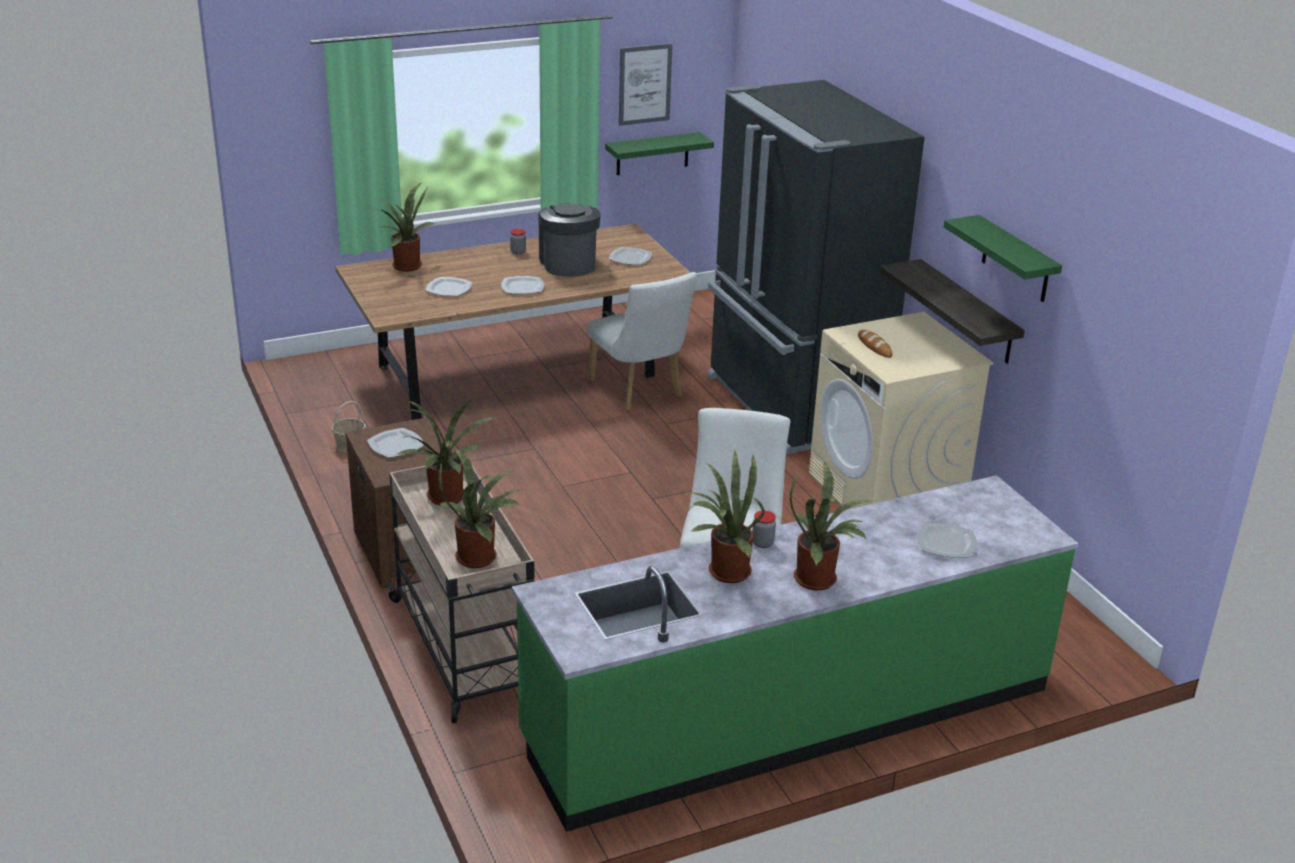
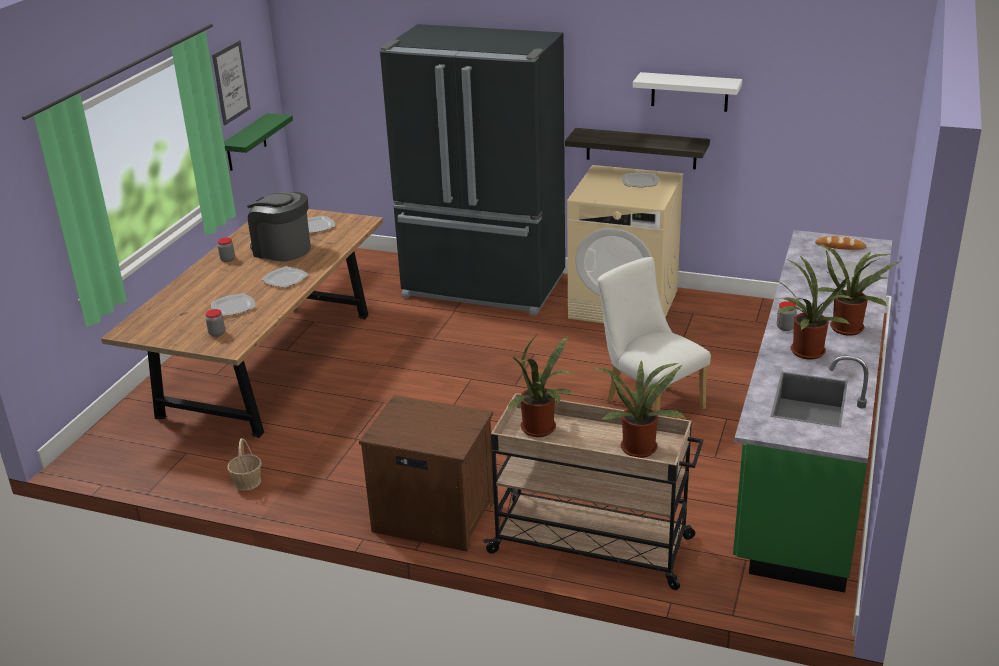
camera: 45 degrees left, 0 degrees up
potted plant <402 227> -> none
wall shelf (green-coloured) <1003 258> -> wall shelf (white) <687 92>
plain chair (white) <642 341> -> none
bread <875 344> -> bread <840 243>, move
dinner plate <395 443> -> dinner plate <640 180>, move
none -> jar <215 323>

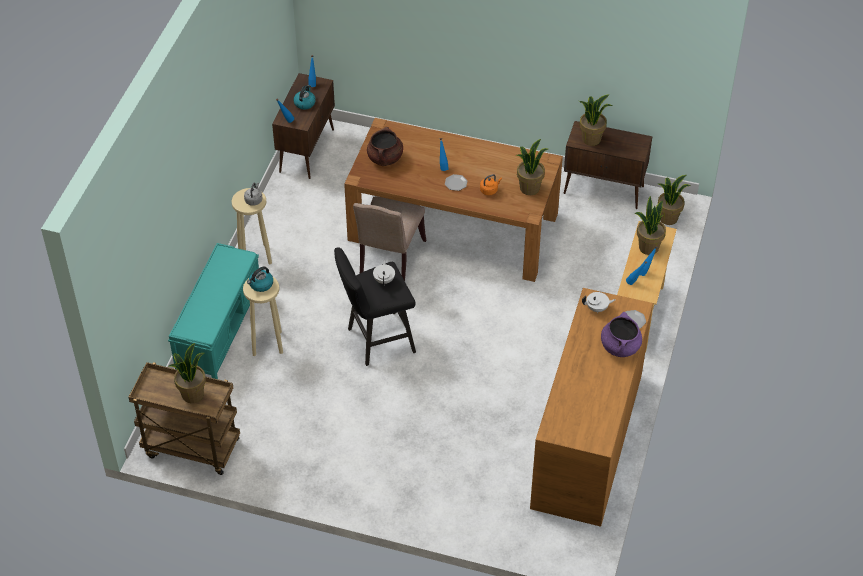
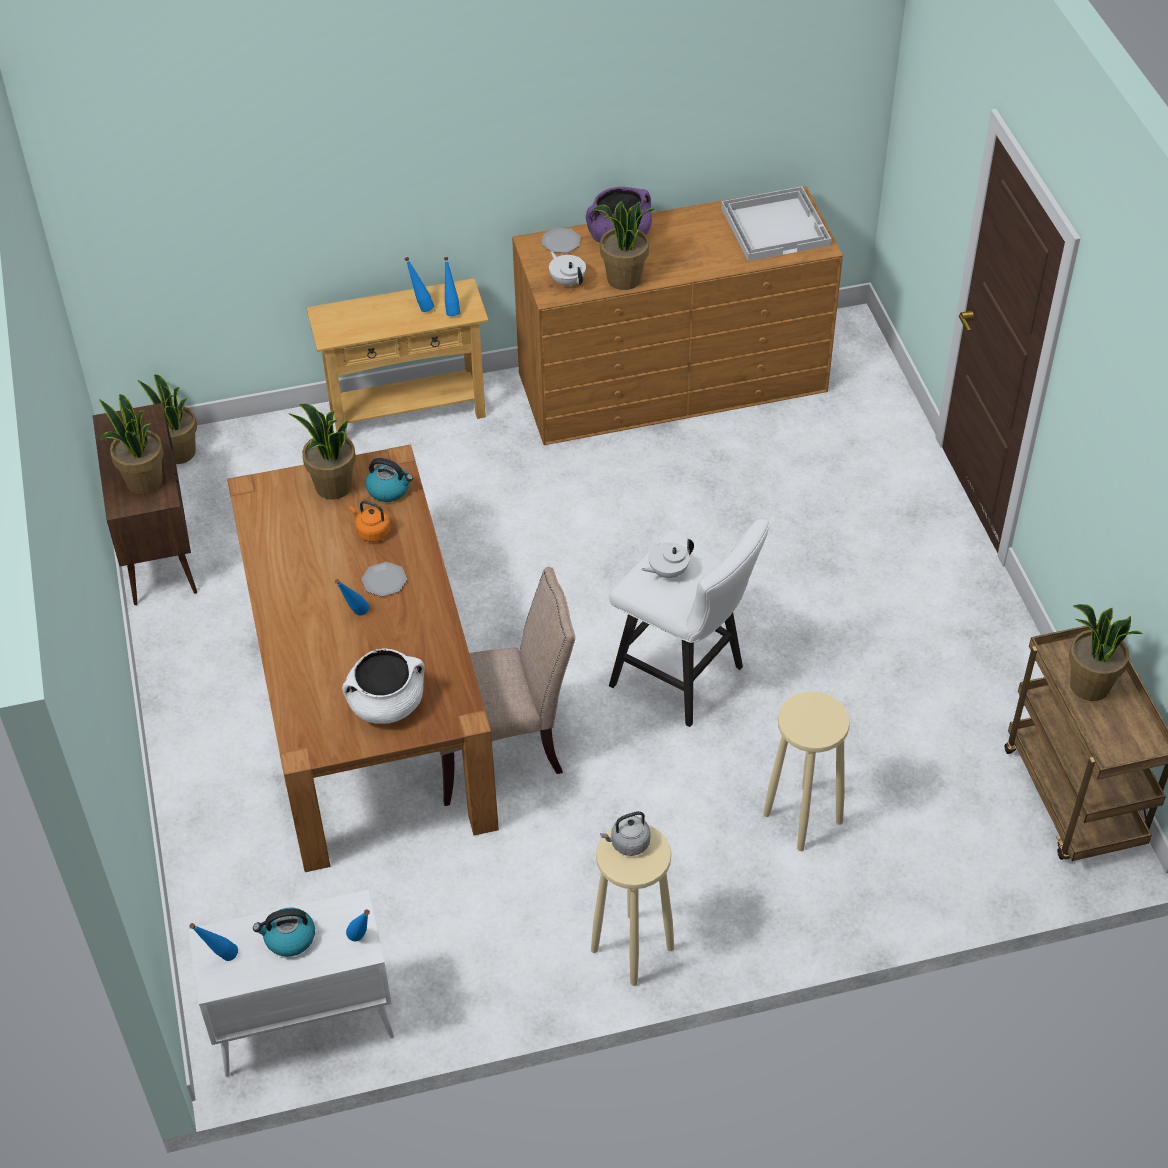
camera: 120 degrees left, 0 degrees up
cupboard (brownish) <303 126> -> cupboard (white) <291 983>
cooking pot (brownish) <385 146> -> cooking pot (white) <383 686>
potted plant <650 225> -> potted plant <623 245>, move
bench (turquoise-coloured) <213 311> -> none
sitting stool (black-coloured) <375 307> -> sitting stool (white) <689 623>
tea kettle <260 279> -> tea kettle <389 480>, move
none -> carrying tray (white) <776 223>

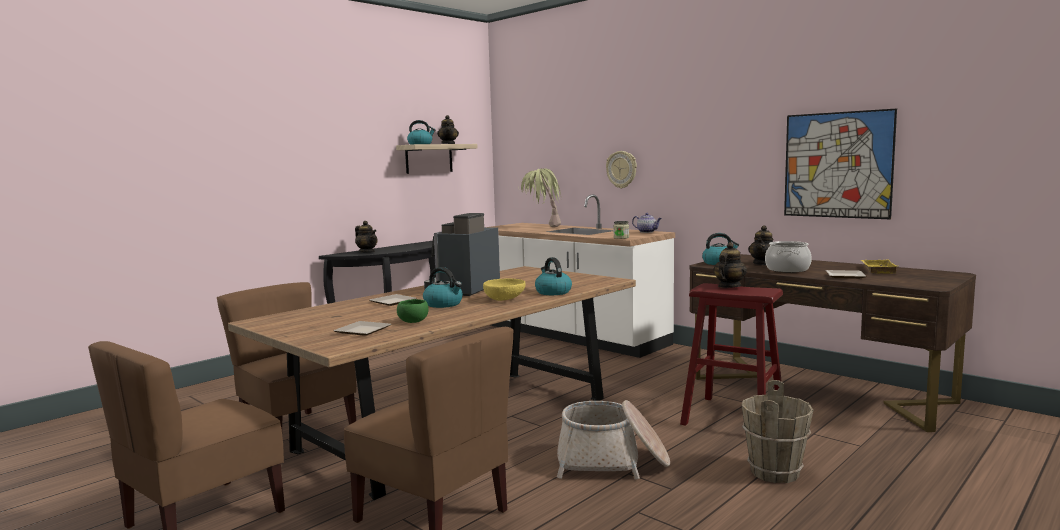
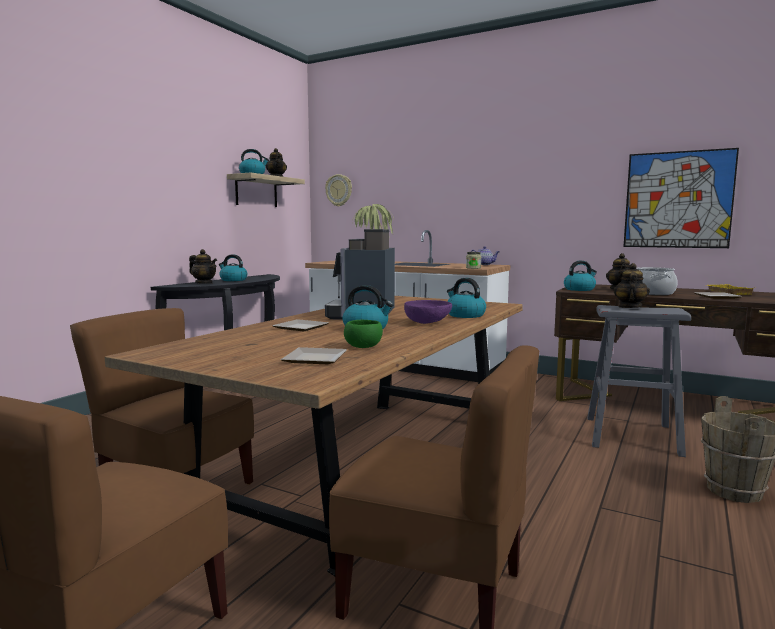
camera: 15 degrees left, 0 degrees up
hanging clock <621 169> -> hanging clock <338 190>, move
deep dish (yellow) <504 290> -> deep dish (purple) <428 312>
sitting stool (red-coloured) <731 354> -> sitting stool (gray) <639 381>
basket <613 440> -> none
none -> tea kettle <233 267>

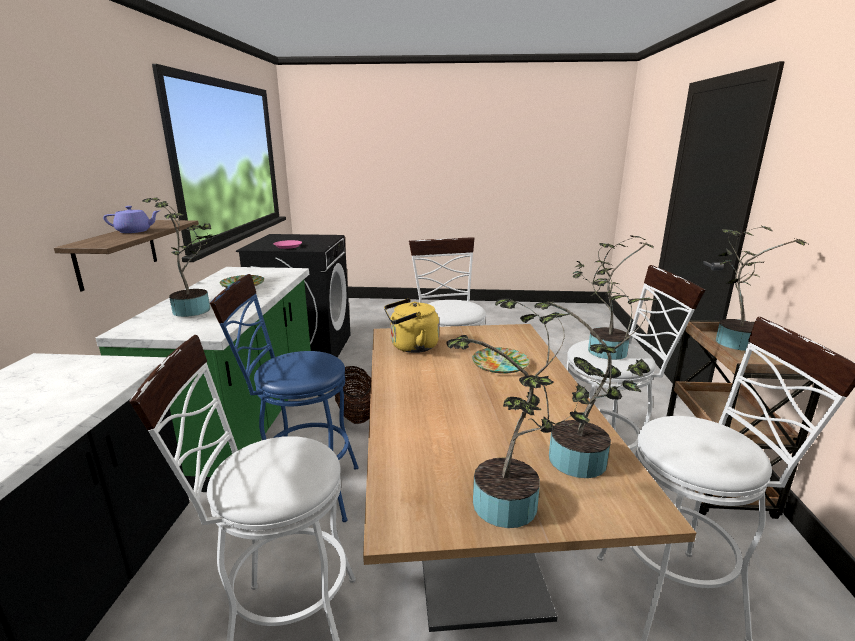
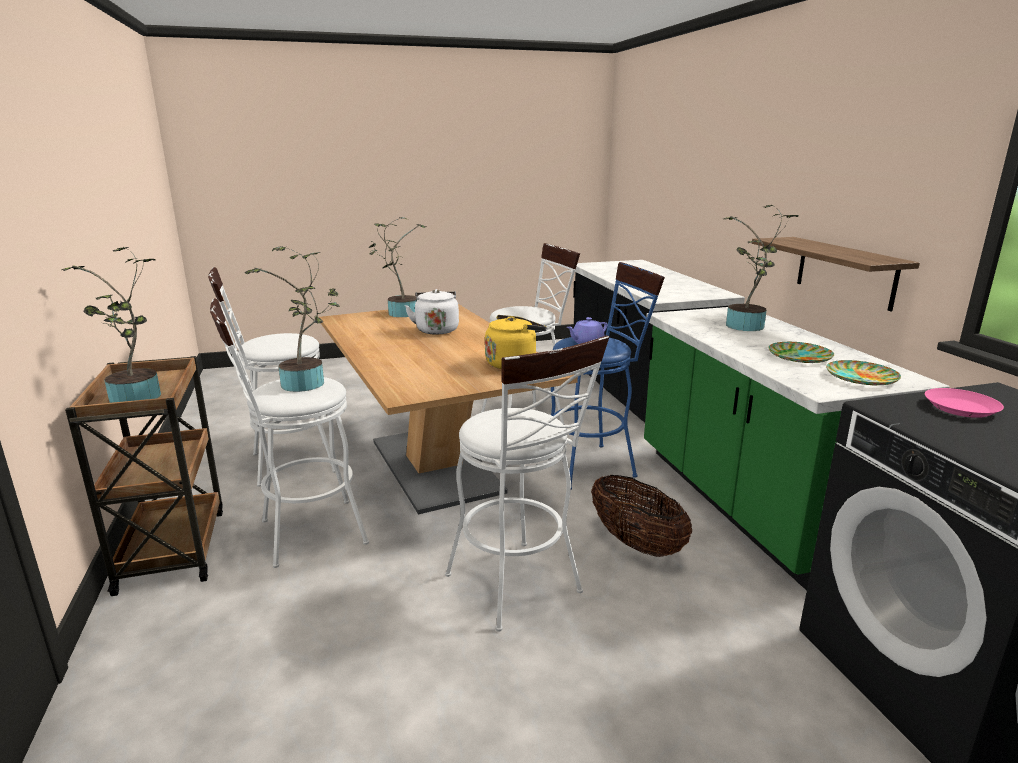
camera: 160 degrees right, 0 degrees up
pot for tea (purple) <131 219> -> pot for tea (purple) <587 330>, move
potted plant <596 378> -> none
dinner plate <500 360> -> dinner plate <863 373>, move
none -> tea kettle (white) <432 312>

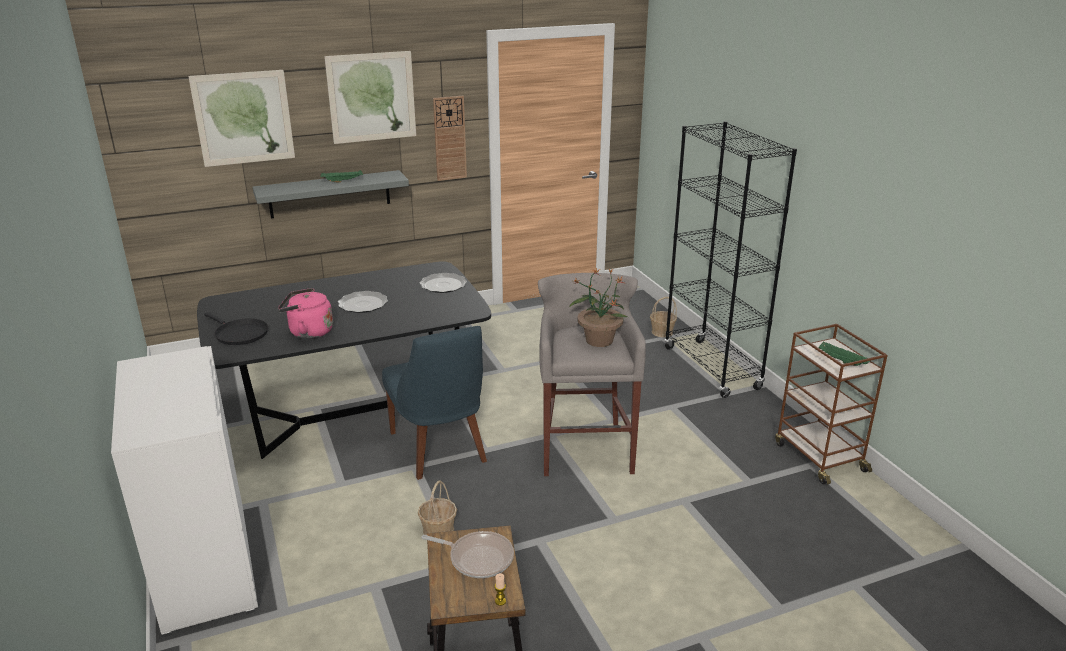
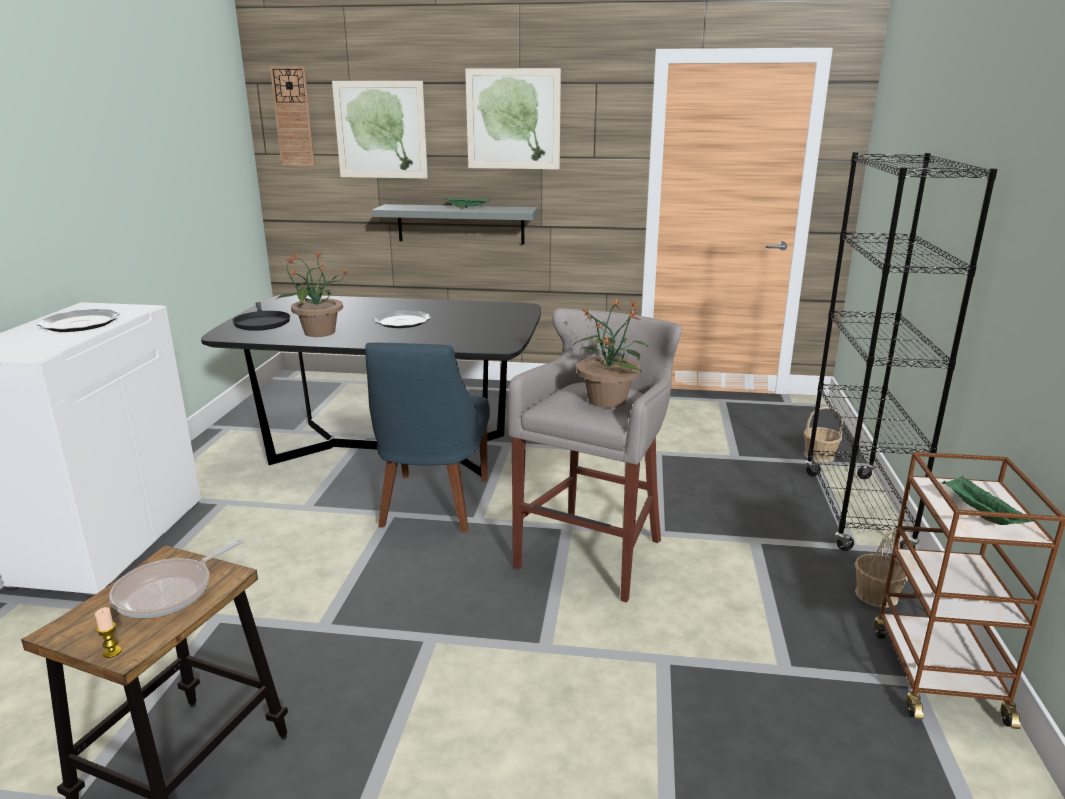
camera: 30 degrees right, 5 degrees down
hanging clock <450 138> -> hanging clock <292 116>, move
dinner plate <443 283> -> dinner plate <78 320>, move
tea kettle (pink-coloured) <305 313> -> potted plant <312 295>
basket <437 507> -> basket <881 569>, move
frying pan <467 554> -> frying pan <176 578>, 75 degrees clockwise

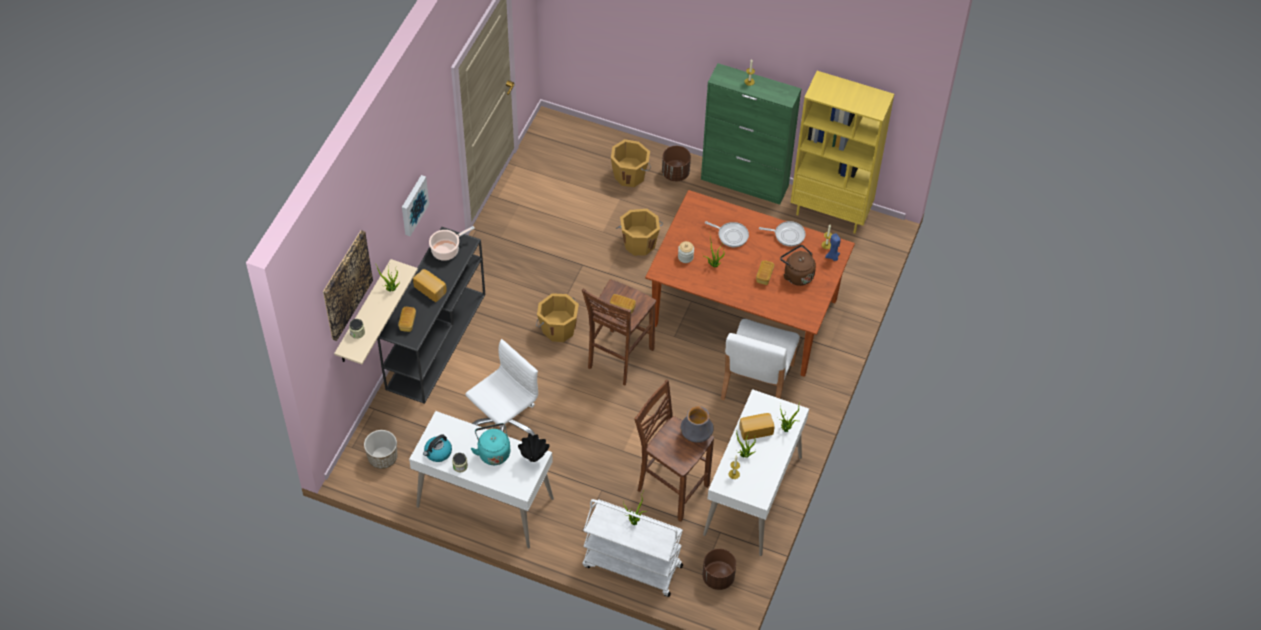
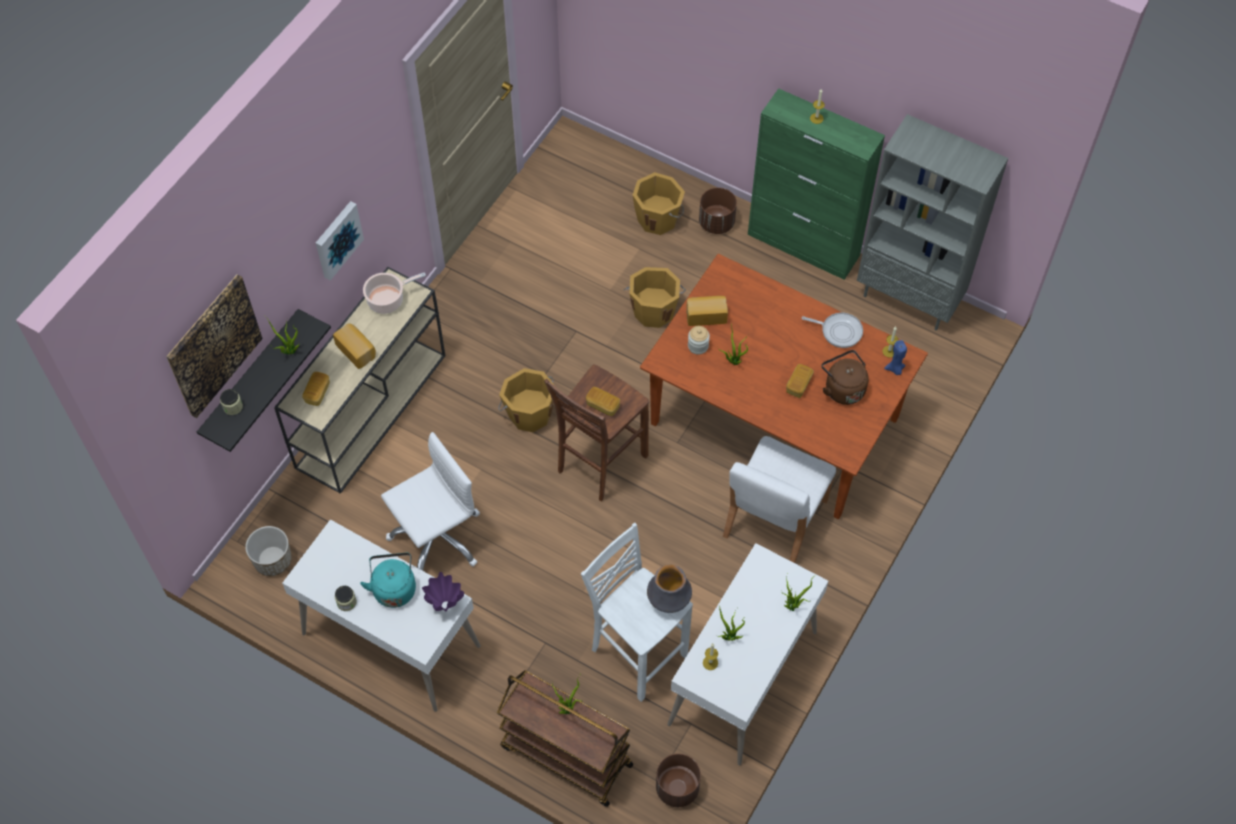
camera: 10 degrees right, 5 degrees up
shelving unit (yellow) <842 152> -> shelving unit (gray) <932 222>
frying pan <727 234> -> none
narrow table (black-coloured) <431 315> -> narrow table (sand-coloured) <359 380>
wall shelf (sand-coloured) <376 311> -> wall shelf (black-coloured) <264 380>
sitting stool (brownish) <674 451> -> sitting stool (white) <637 612>
bread <757 426> -> bread <707 311>, move
vase (black-coloured) <534 447> -> vase (purple) <443 591>
tea kettle <437 448> -> none
wheeled cart (white) <632 548> -> wheeled cart (brownish) <565 738>

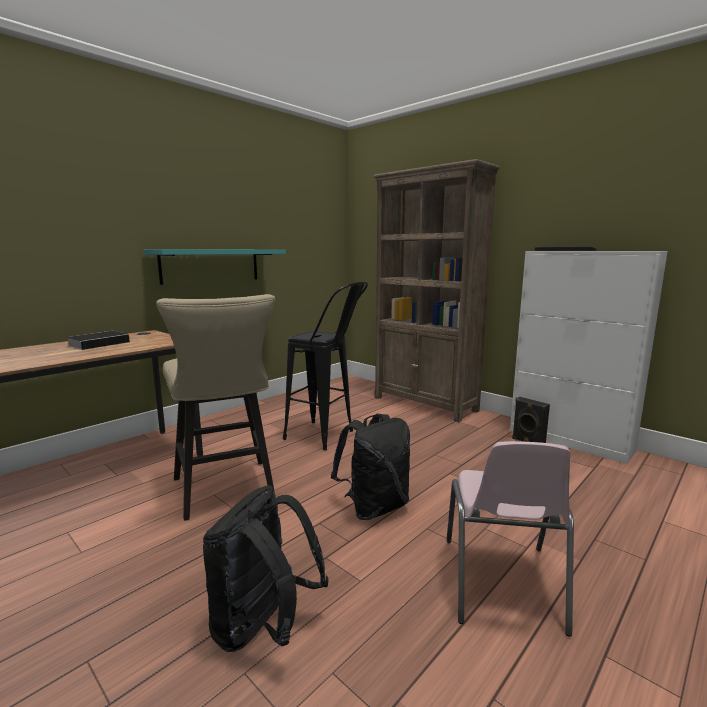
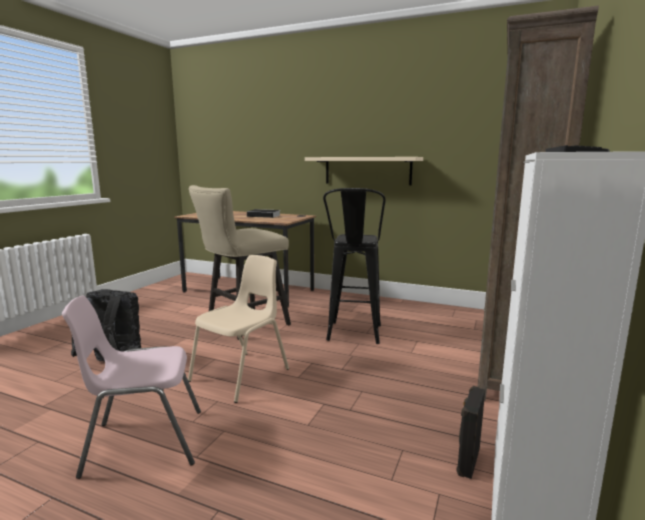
camera: 70 degrees right, 0 degrees up
wall shelf (turquoise-coloured) <214 267> -> wall shelf (sand-coloured) <364 171>
backpack (black-coloured) <370 466> -> plain chair (sand-coloured) <238 329>

